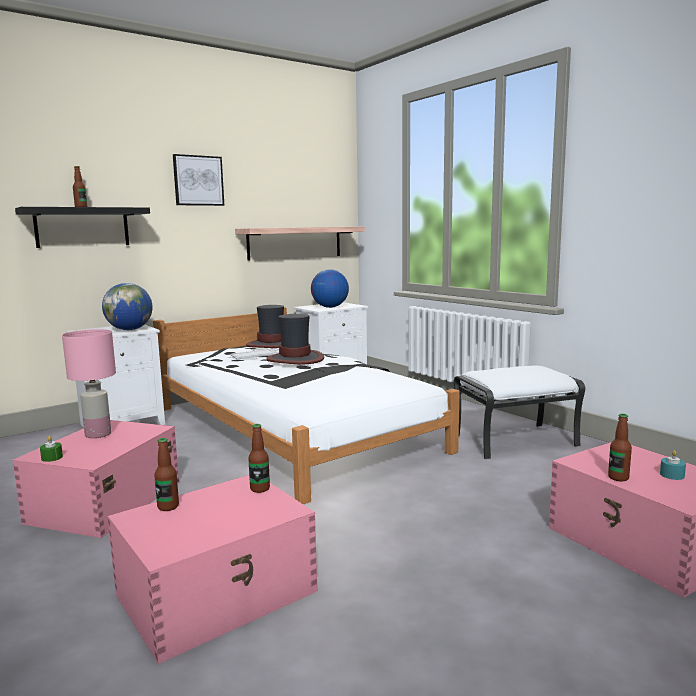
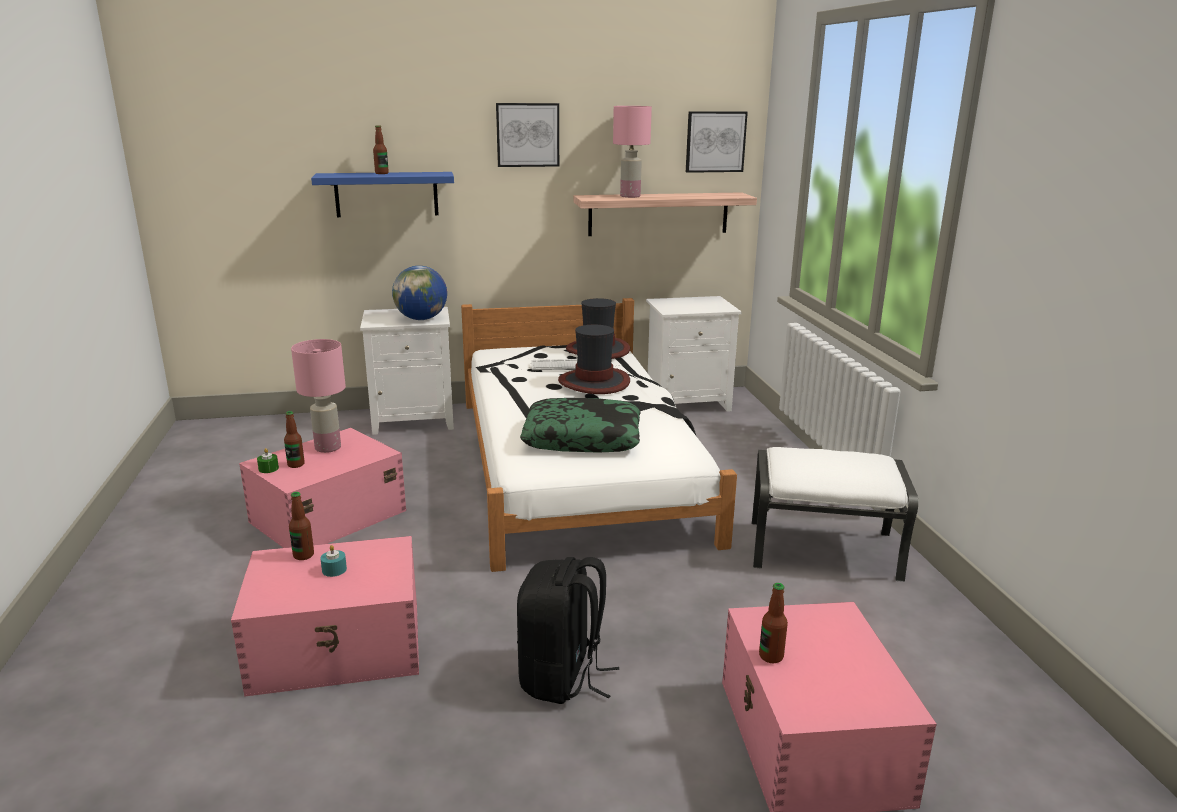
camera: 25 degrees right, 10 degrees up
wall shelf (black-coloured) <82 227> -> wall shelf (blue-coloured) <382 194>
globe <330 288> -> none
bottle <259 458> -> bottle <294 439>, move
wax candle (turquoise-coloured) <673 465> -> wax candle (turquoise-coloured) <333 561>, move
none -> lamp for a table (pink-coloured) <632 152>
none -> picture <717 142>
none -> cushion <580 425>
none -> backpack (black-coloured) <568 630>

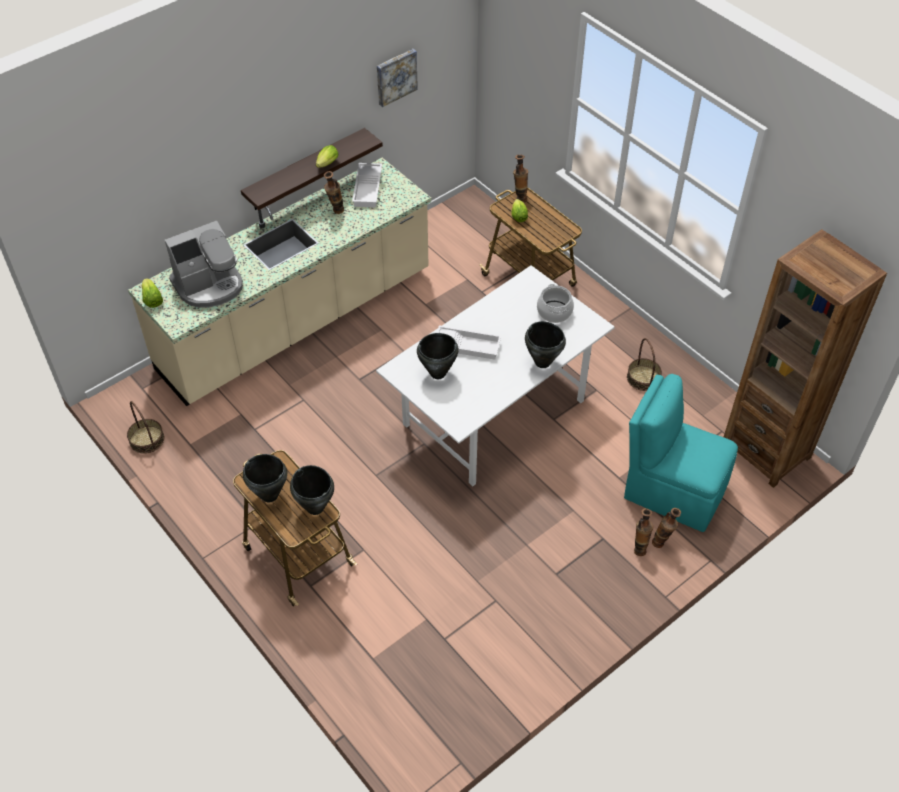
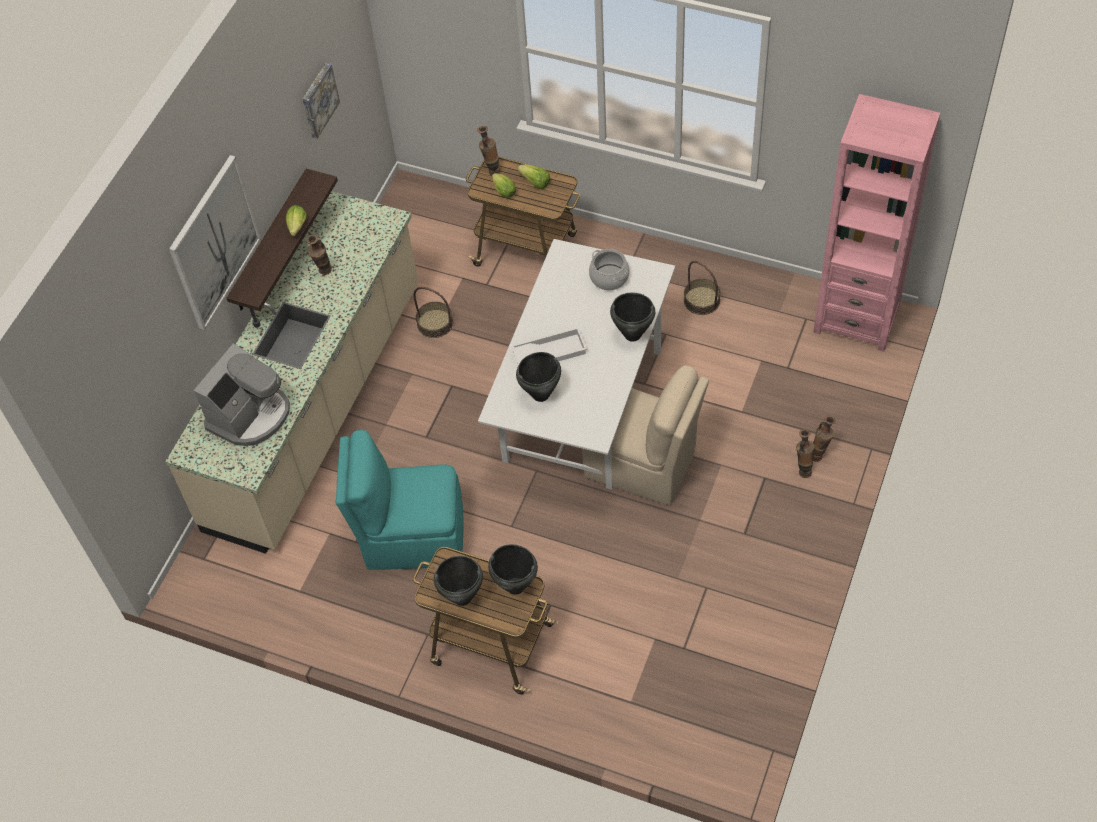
camera: 25 degrees left, 5 degrees up
carrying tray (white) <367 185> -> none
shelving unit (brownish) <805 358> -> shelving unit (pink-coloured) <876 223>
lettuce head <152 293> -> lettuce head <533 176>, move
plain chair (turquoise-coloured) <681 453> -> plain chair (turquoise-coloured) <400 500>, move
basket <145 427> -> basket <433 312>, move
none -> picture <215 243>
none -> plain chair (sand-coloured) <645 435>

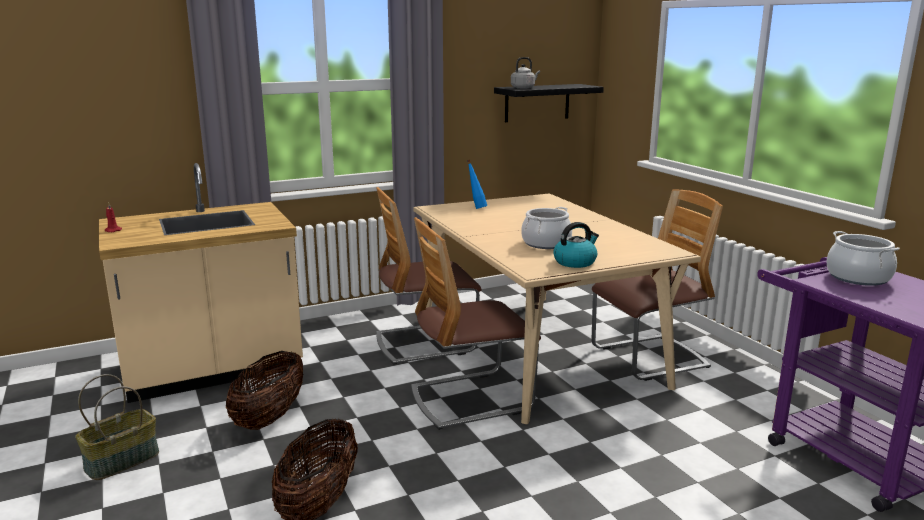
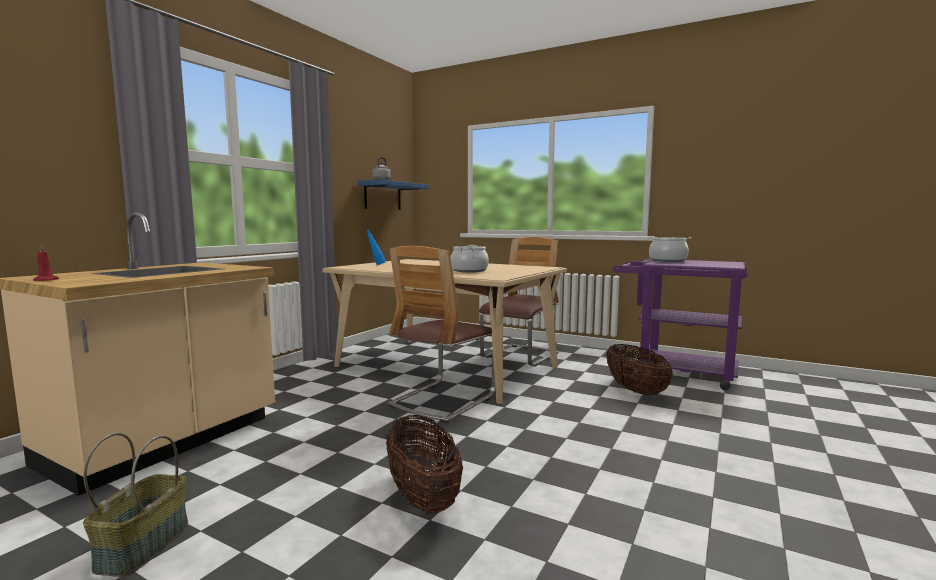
camera: 35 degrees left, 10 degrees down
wall shelf (black-coloured) <549 103> -> wall shelf (blue-coloured) <393 194>
plain chair <429 276> -> none
tea kettle <576 245> -> none
basket <264 390> -> basket <639 370>, move

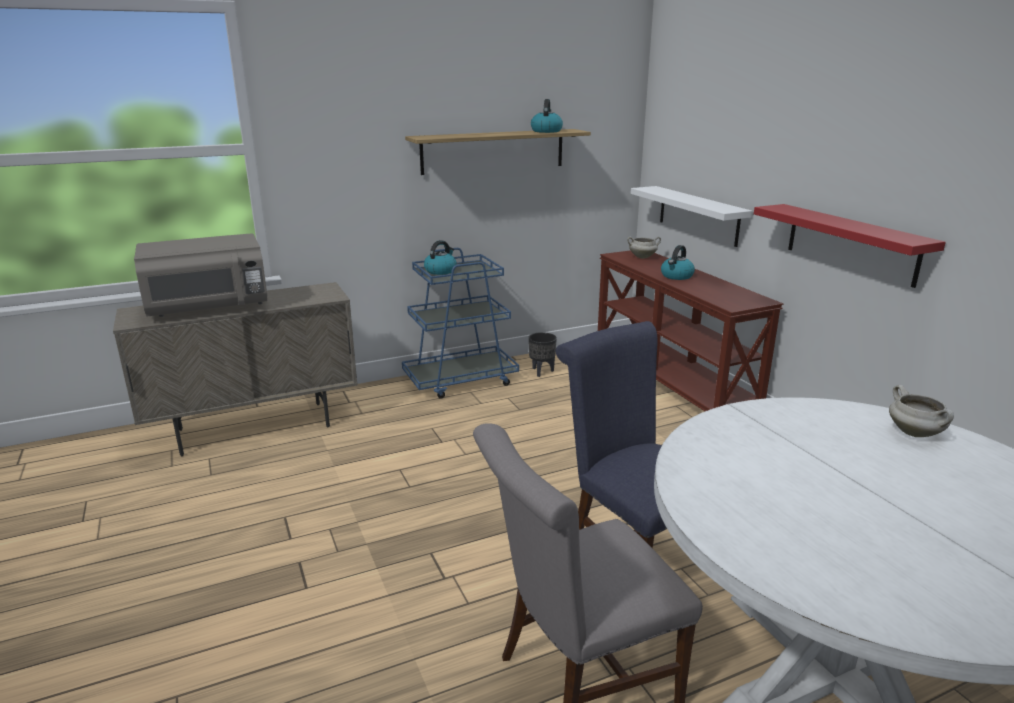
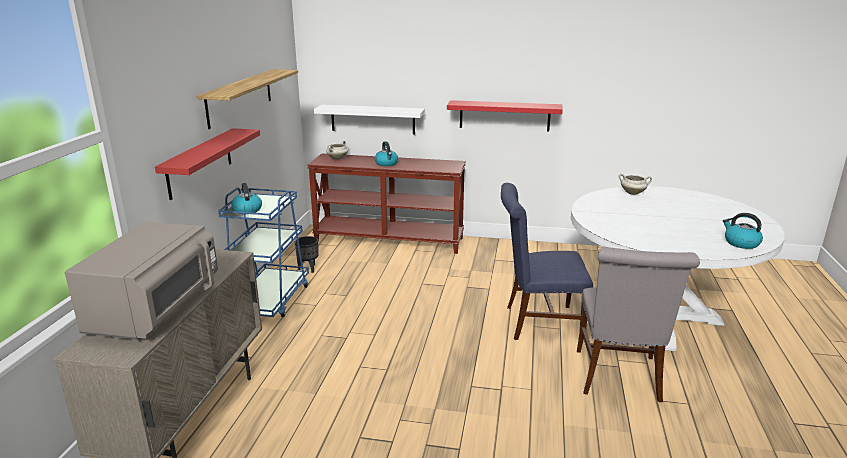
camera: 55 degrees left, 0 degrees up
tea kettle <547 116> -> tea kettle <743 231>, move
none -> wall shelf (red-coloured) <207 164>

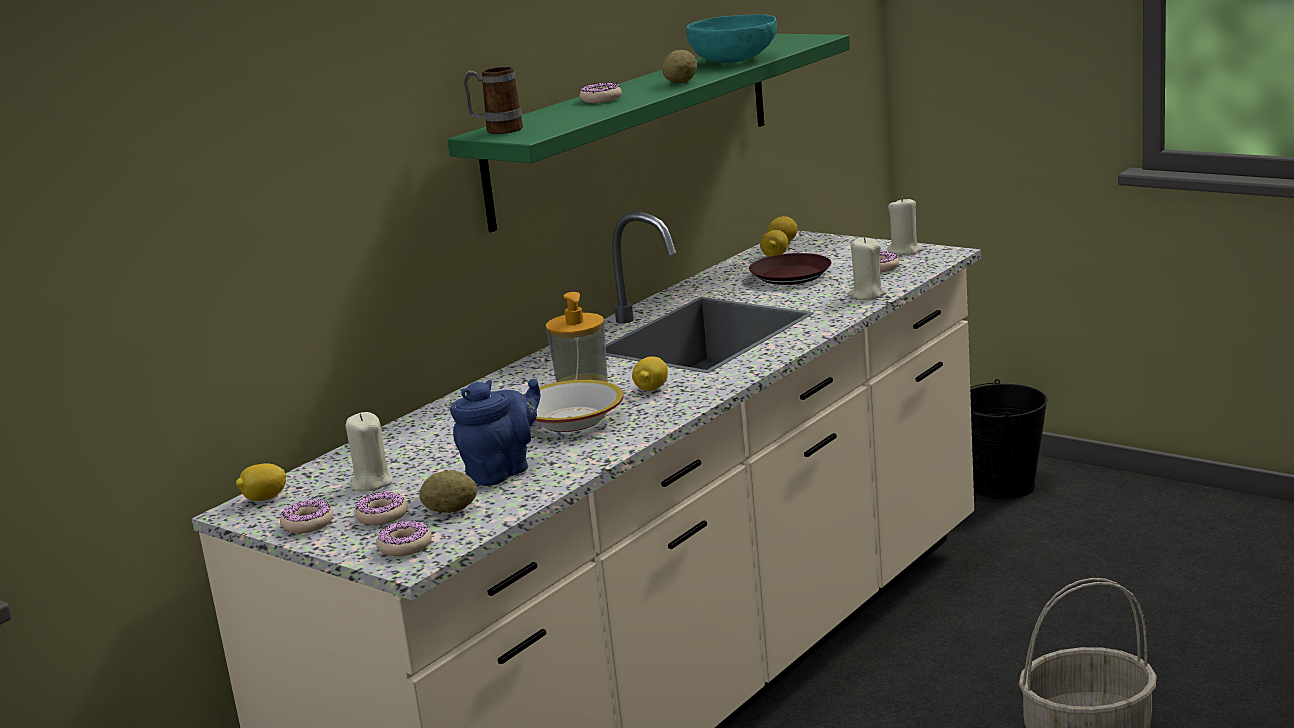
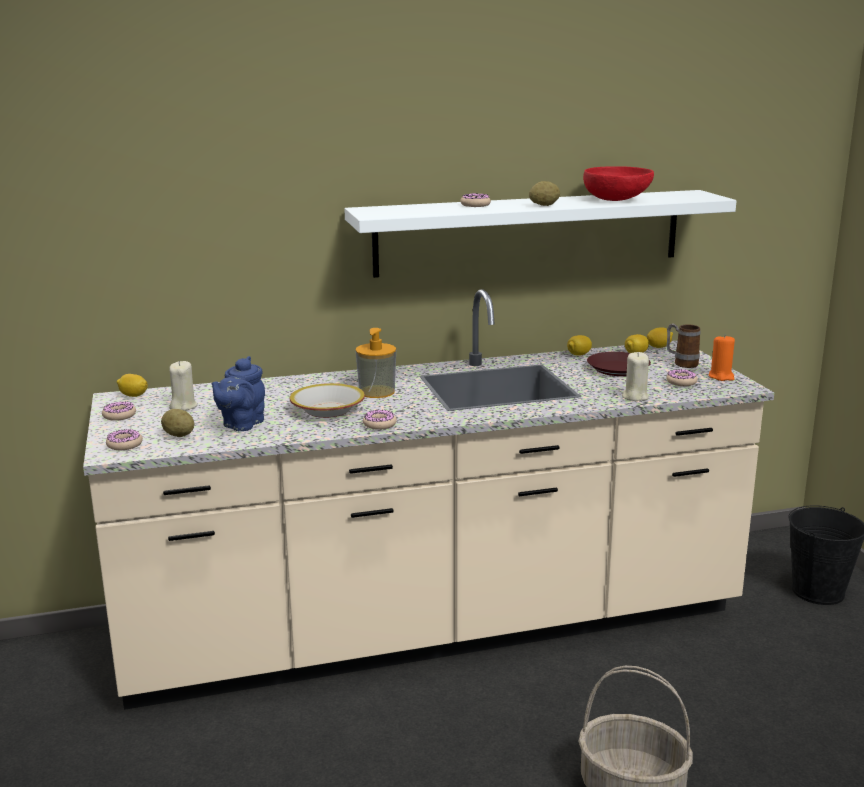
camera: 35 degrees right, 0 degrees up
deep dish (turquoise-coloured) <731 38> -> deep dish (red-coloured) <618 183>
wall shelf (green-coloured) <649 133> -> wall shelf (white) <540 234>
tea mug <493 100> -> tea mug <684 345>, move
wax candle (sand-coloured) <905 226> -> wax candle (orange-coloured) <722 357>
citrus fruit <650 374> -> citrus fruit <579 345>, move
pot for tea (blue-coloured) <495 432> -> pot for tea (blue-coloured) <238 393>, 120 degrees clockwise
doughnut <381 508> -> doughnut <380 420>, move

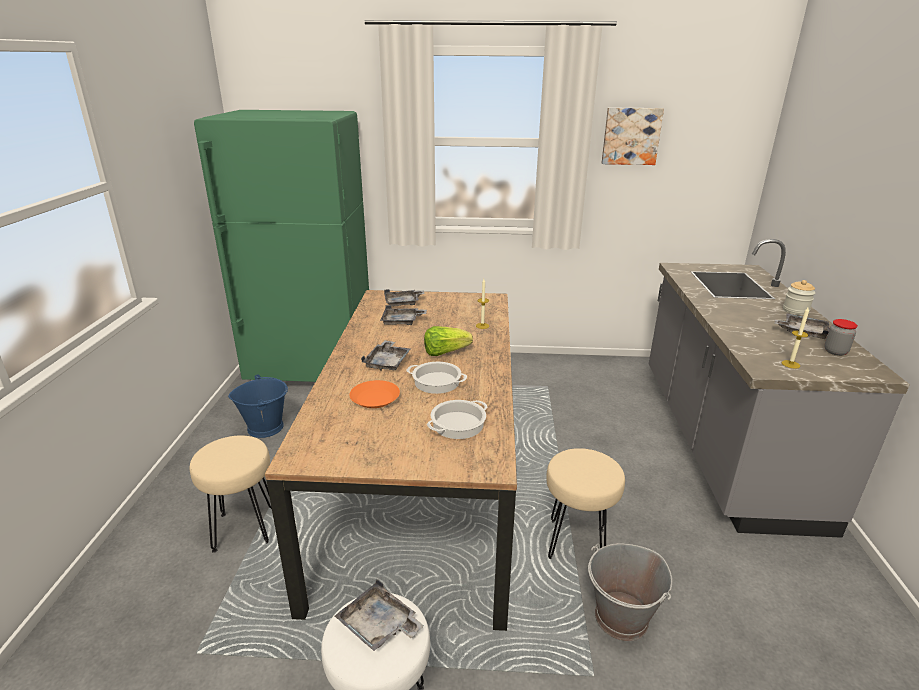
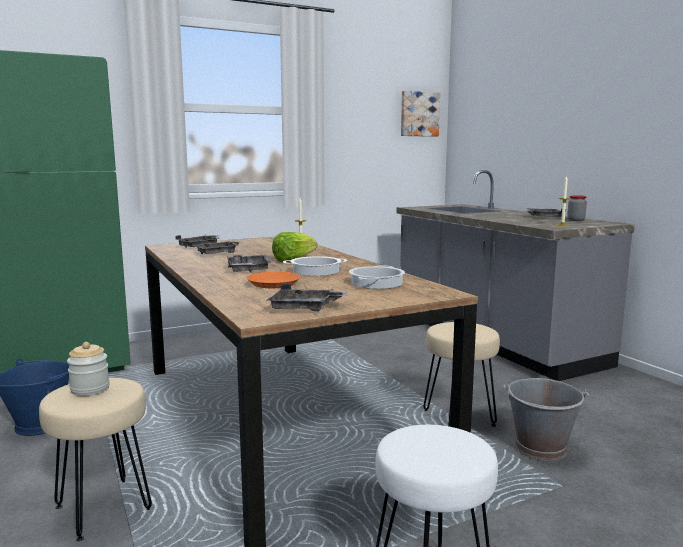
camera: 30 degrees left, 15 degrees down
picture <633 136> -> picture <420 114>, move
jar <799 297> -> jar <88 369>, move
carrying tray (gray) <379 615> -> carrying tray (gray) <307 297>, move

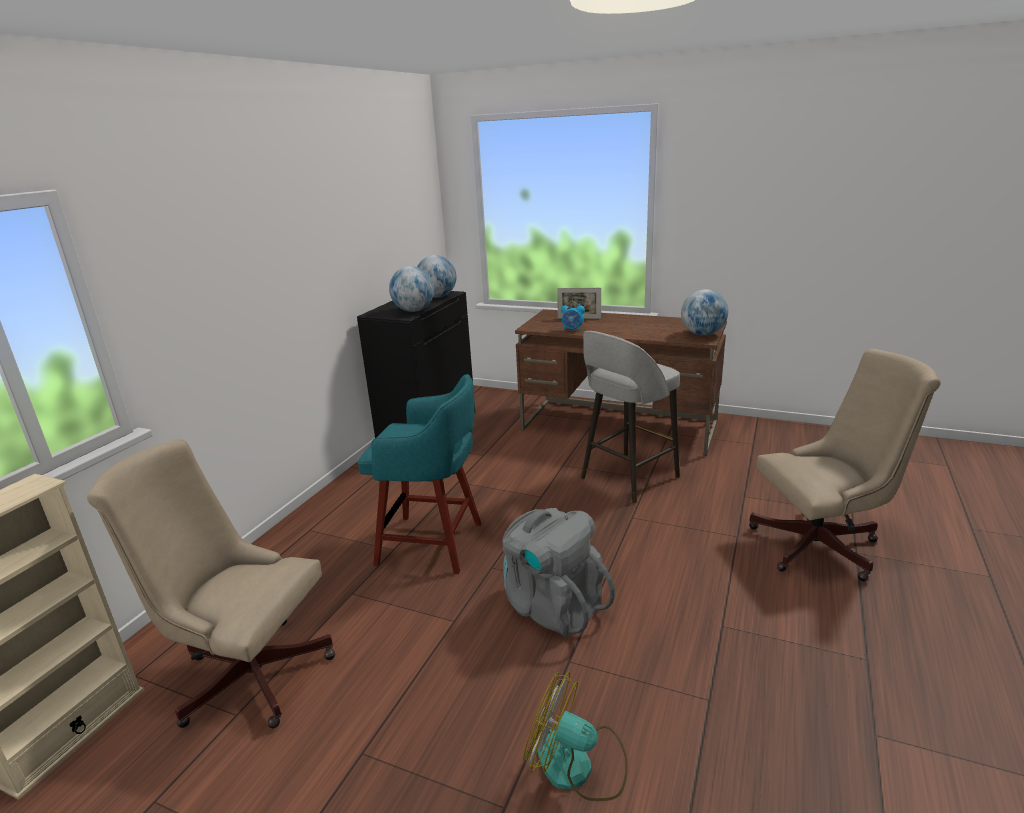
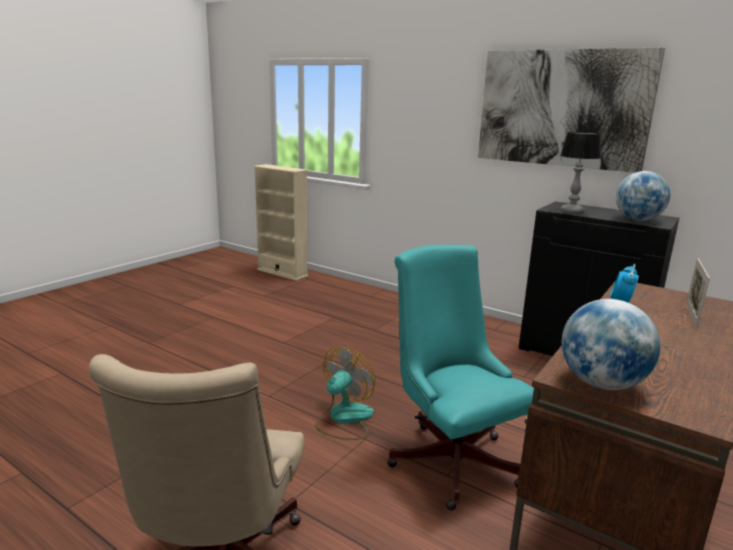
camera: 100 degrees right, 5 degrees down
globe <411 289> -> lamp for a table <580 173>
sitting stool (gray) <630 417> -> desk chair (turquoise-coloured) <460 378>
sitting stool (turquoise-coloured) <419 474> -> none
desk chair (sand-coloured) <211 583> -> none
backpack (gray) <559 572> -> none
electric fan <575 736> -> electric fan <345 393>, move
none -> picture <571 110>

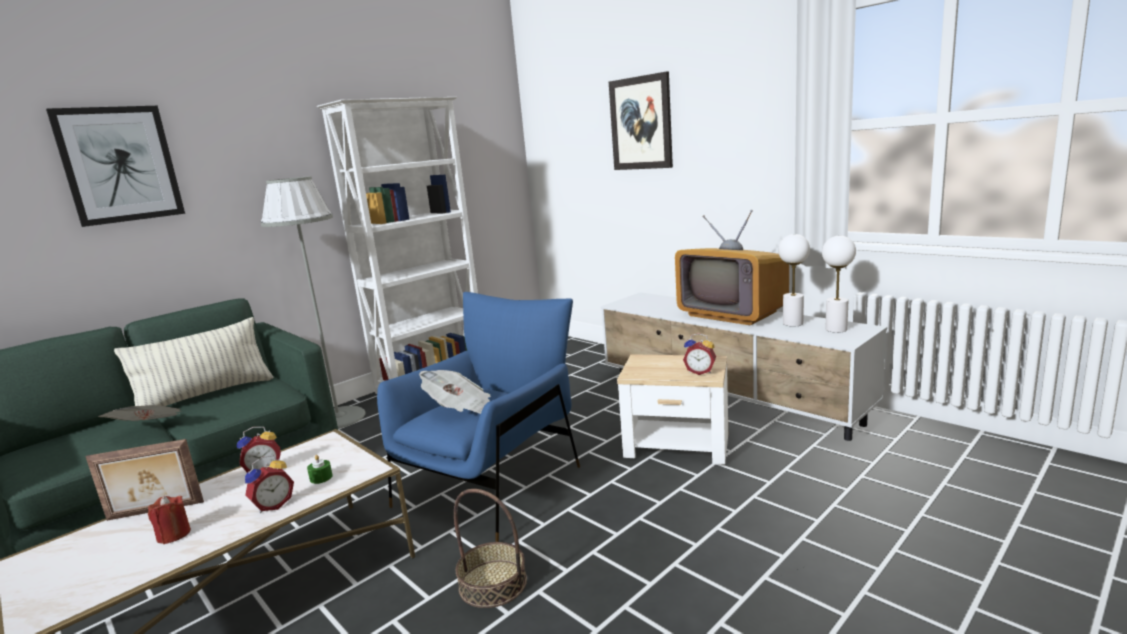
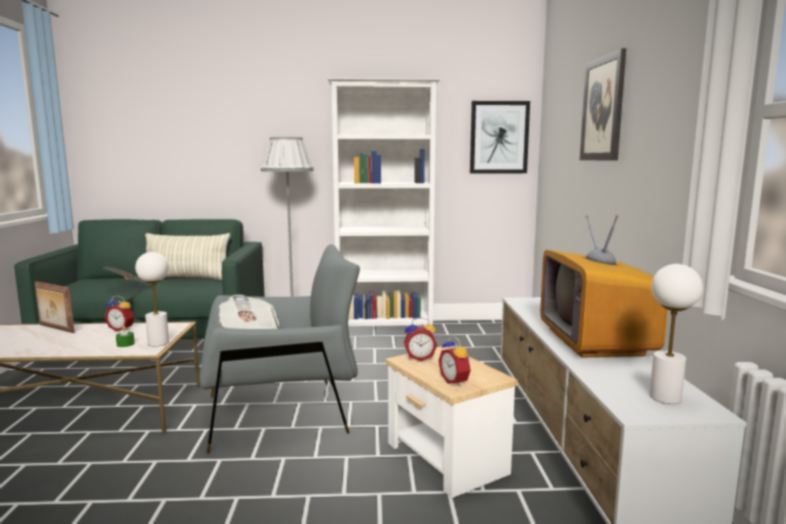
camera: 40 degrees right, 5 degrees down
picture <115 166> -> picture <500 137>, move
lamp for a table (white) <794 280> -> lamp for a table (white) <152 299>, move
armchair (blue-coloured) <478 417> -> armchair (gray) <279 349>
bedside clock <269 484> -> bedside clock <420 339>, move
basket <490 548> -> none
wax candle (red-coloured) <169 520> -> none

